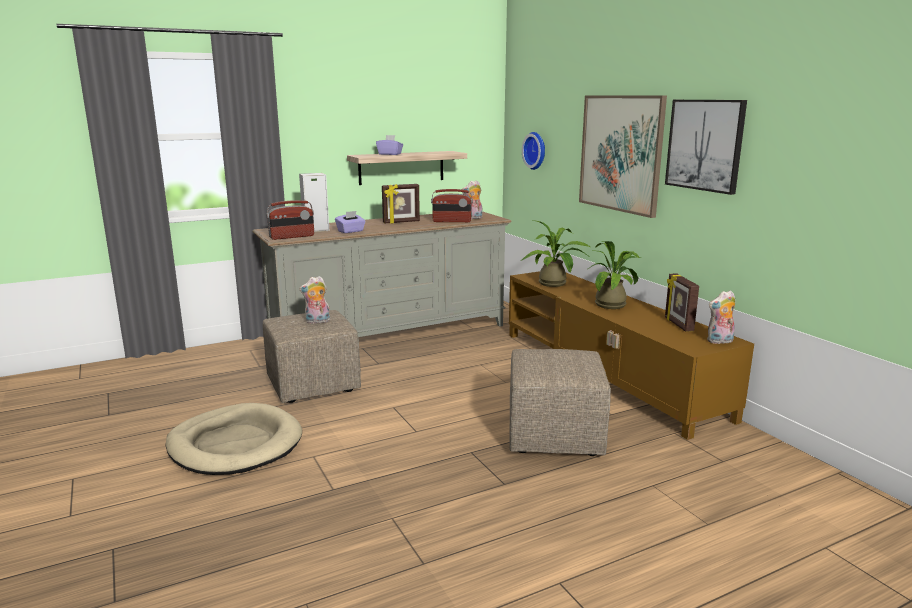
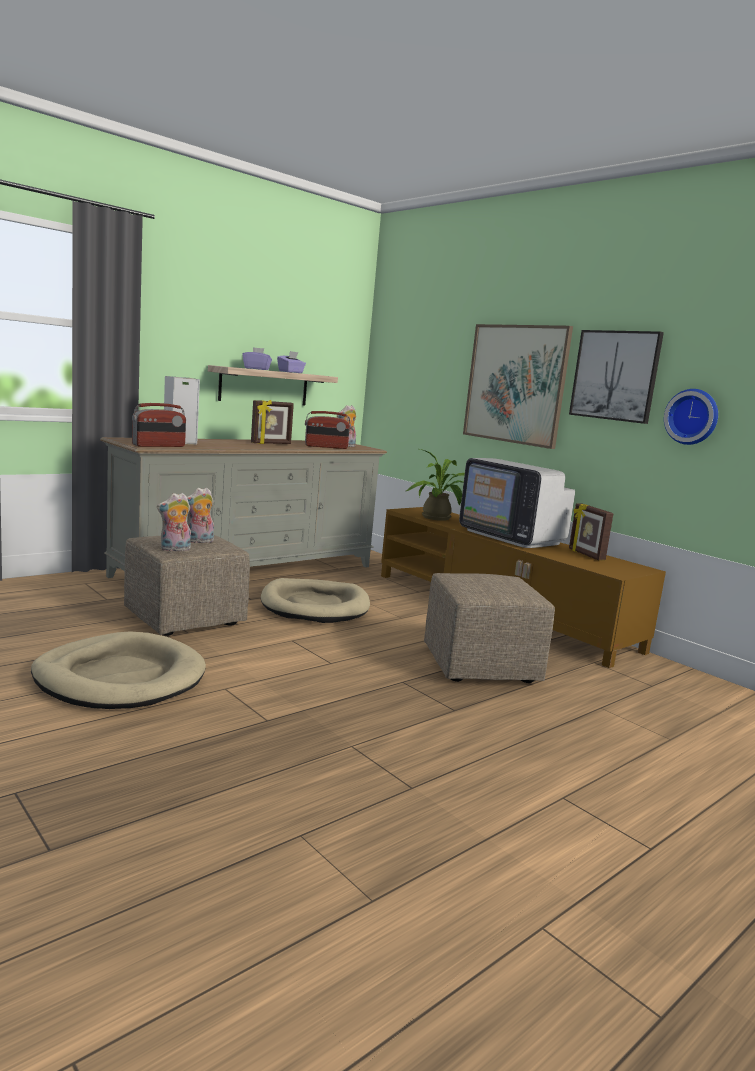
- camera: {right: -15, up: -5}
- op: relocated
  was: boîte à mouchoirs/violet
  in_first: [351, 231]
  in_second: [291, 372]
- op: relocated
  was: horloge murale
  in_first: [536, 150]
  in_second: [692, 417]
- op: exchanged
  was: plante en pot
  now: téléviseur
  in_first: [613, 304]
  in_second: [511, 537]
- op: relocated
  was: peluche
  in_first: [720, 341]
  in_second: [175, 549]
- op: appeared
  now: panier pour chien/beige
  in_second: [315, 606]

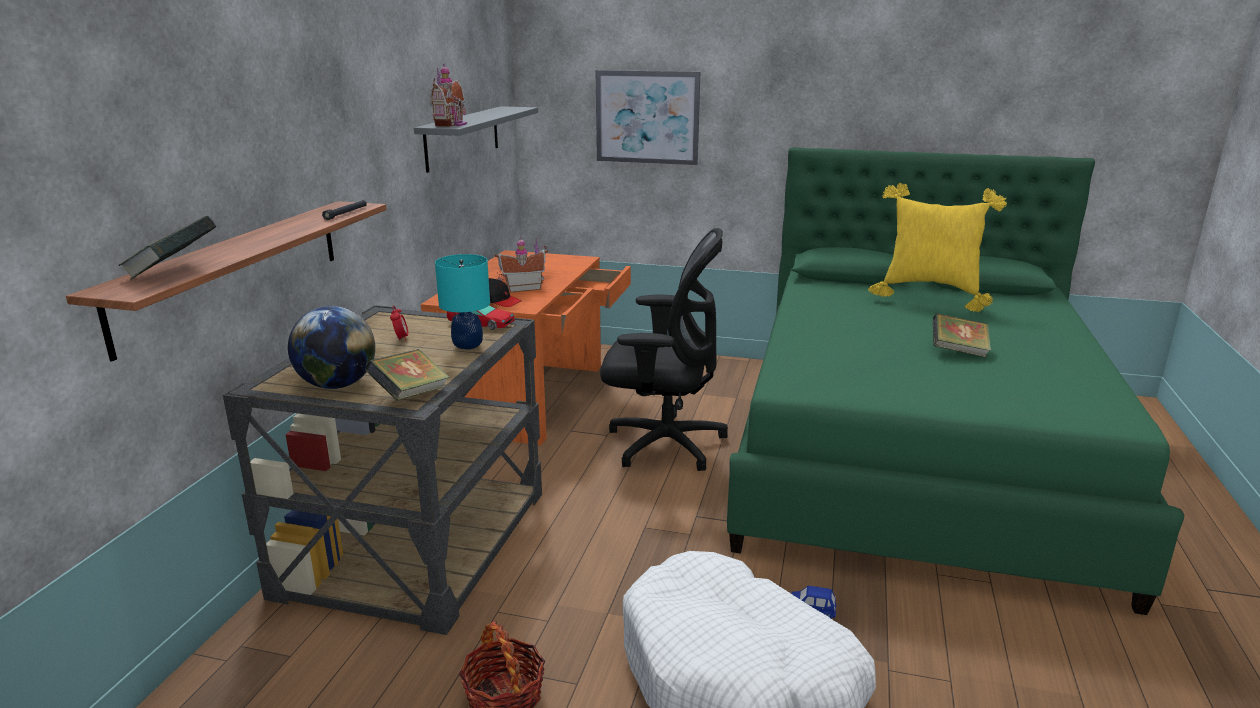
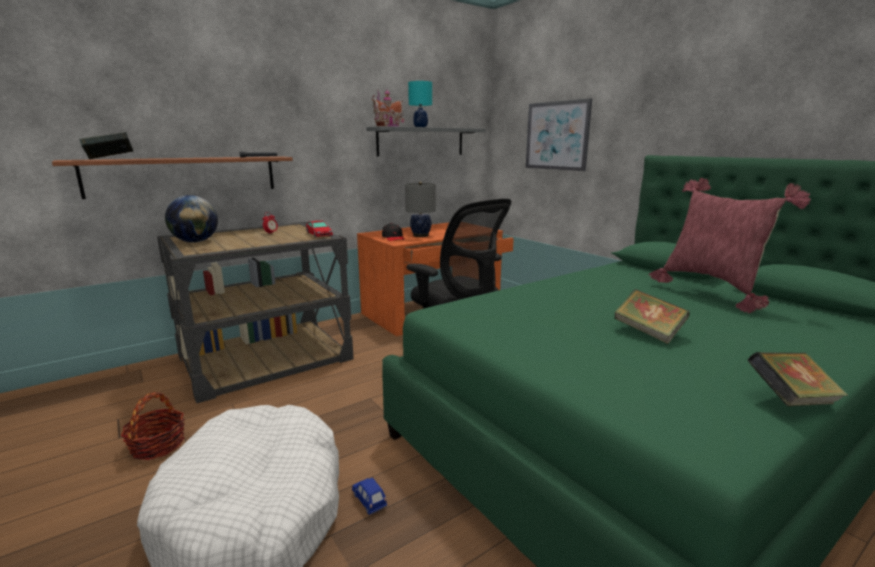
- camera: {right: 40, up: -5}
- op: relocated
  was: livre
  in_first: [410, 395]
  in_second: [790, 401]
- op: relocated
  was: lampe de table/turquoise
  in_first: [469, 346]
  in_second: [421, 127]
- op: exchanged
  was: maison miniature
  now: lampe de table/gris
  in_first: [522, 288]
  in_second: [420, 235]
- op: colour
  was: coussin/jaune
  now: coussin/rouge
  in_first: [928, 300]
  in_second: [711, 296]

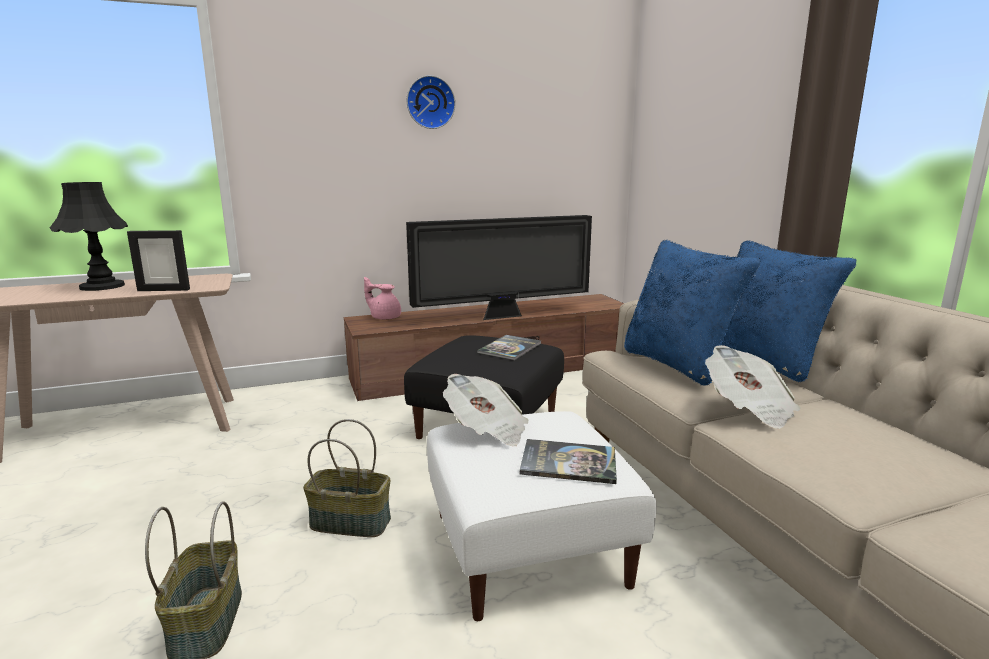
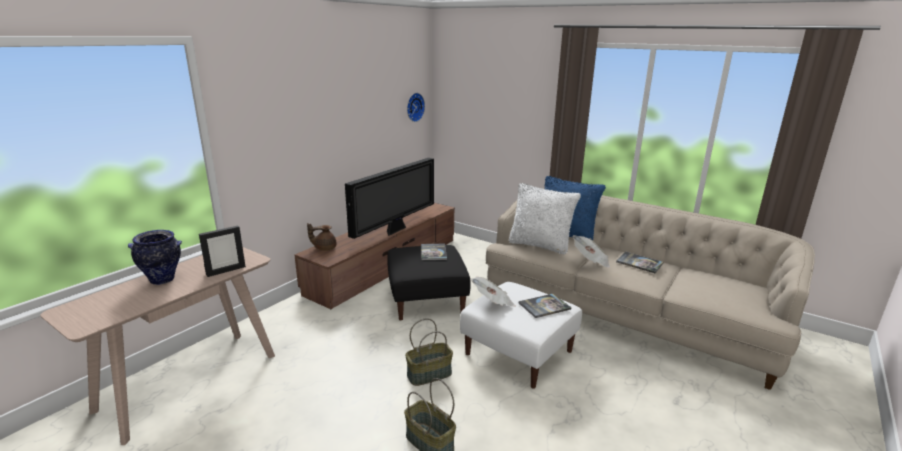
- camera: {right: -35, up: 5}
- op: exchanged
  was: lampe de table/noir
  now: vase
  in_first: [102, 286]
  in_second: [163, 280]
- op: colour
  was: théière/rose
  now: théière/marron
  in_first: [384, 317]
  in_second: [324, 248]
- op: relocated
  was: horloge murale
  in_first: [430, 102]
  in_second: [414, 107]
- op: colour
  was: coussin/bleu
  now: coussin/blanc
  in_first: [677, 367]
  in_second: [540, 246]
- op: appeared
  now: livre
  in_second: [639, 263]

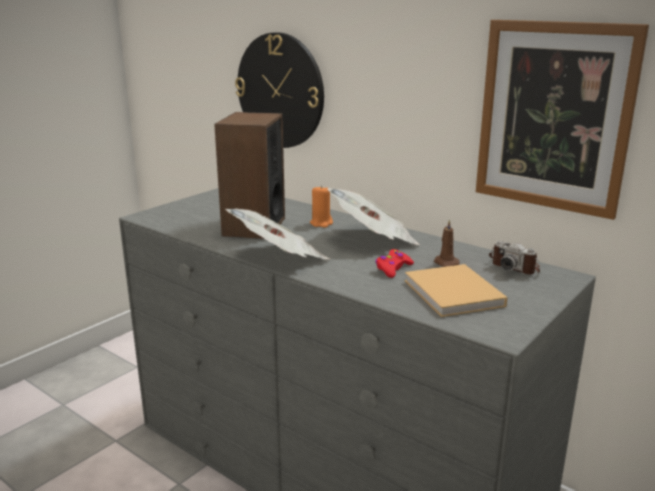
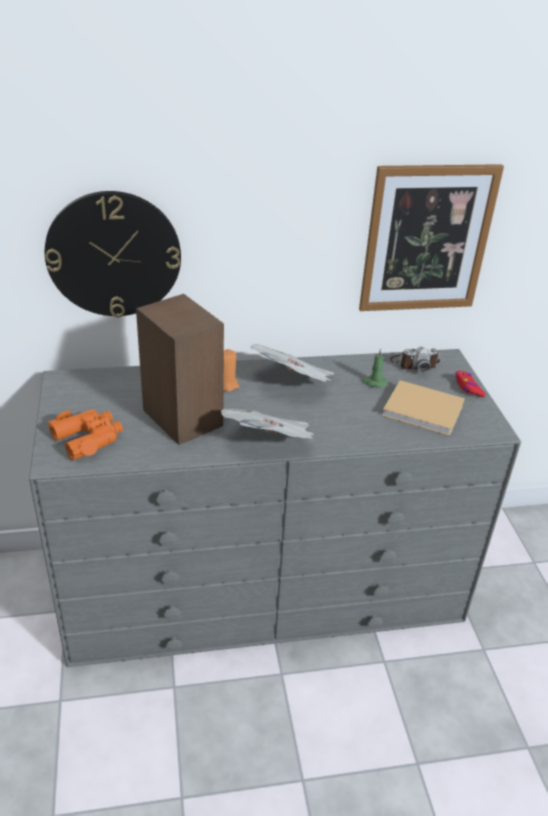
- camera: {right: -50, up: 15}
- op: relocated
  was: manette/rouge
  in_first: [393, 268]
  in_second: [468, 387]
- op: colour
  was: bougie/marron
  now: bougie/vert
  in_first: [445, 262]
  in_second: [374, 382]
- op: appeared
  now: jumelles/orange
  in_second: [88, 438]

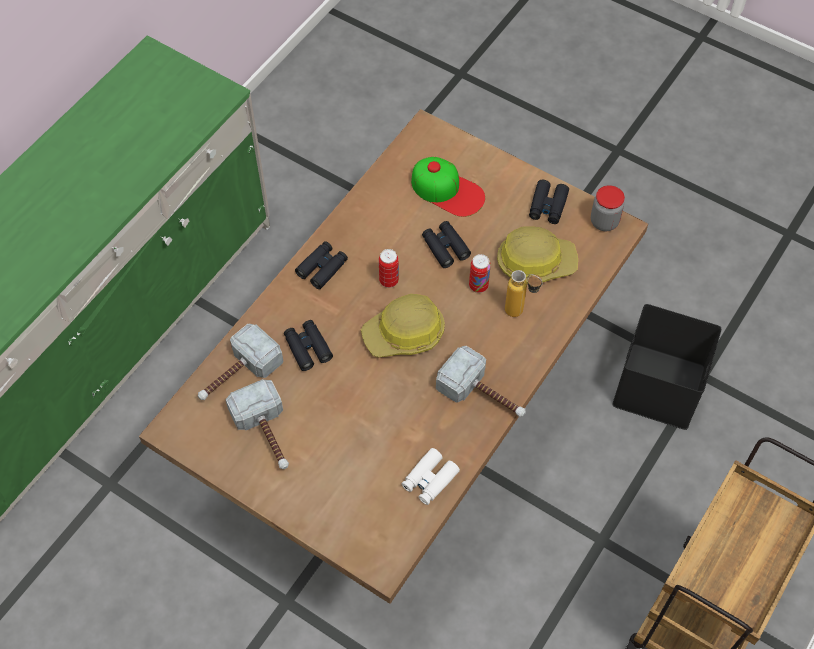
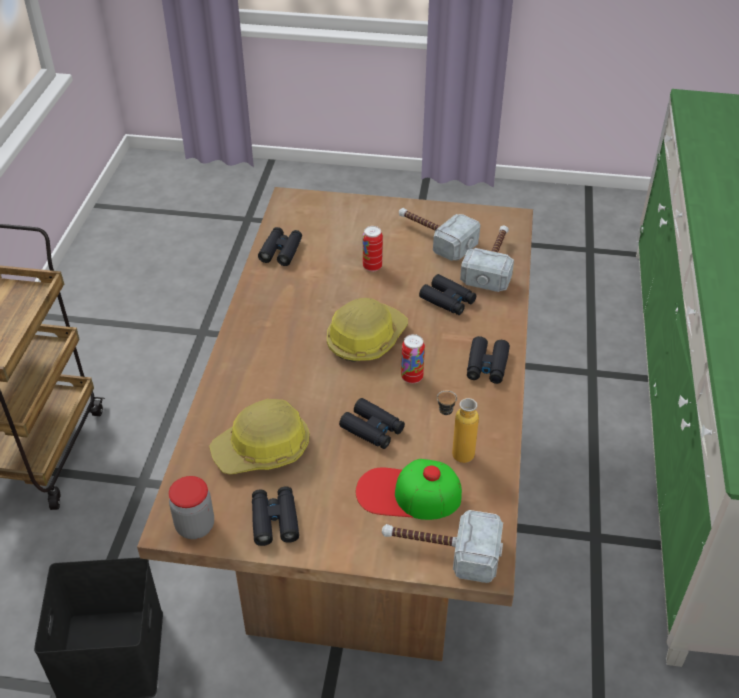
- camera: {right: 155, up: -15}
- op: colour
  was: jumelles/blanc
  now: jumelles/noir
  in_first: [429, 480]
  in_second: [281, 251]
- op: relocated
  was: marteau
  in_first: [483, 395]
  in_second: [440, 550]
- op: relocated
  was: boîte métallique
  in_first: [478, 286]
  in_second: [372, 267]
- op: relocated
  was: bouteille
  in_first: [520, 313]
  in_second: [453, 454]

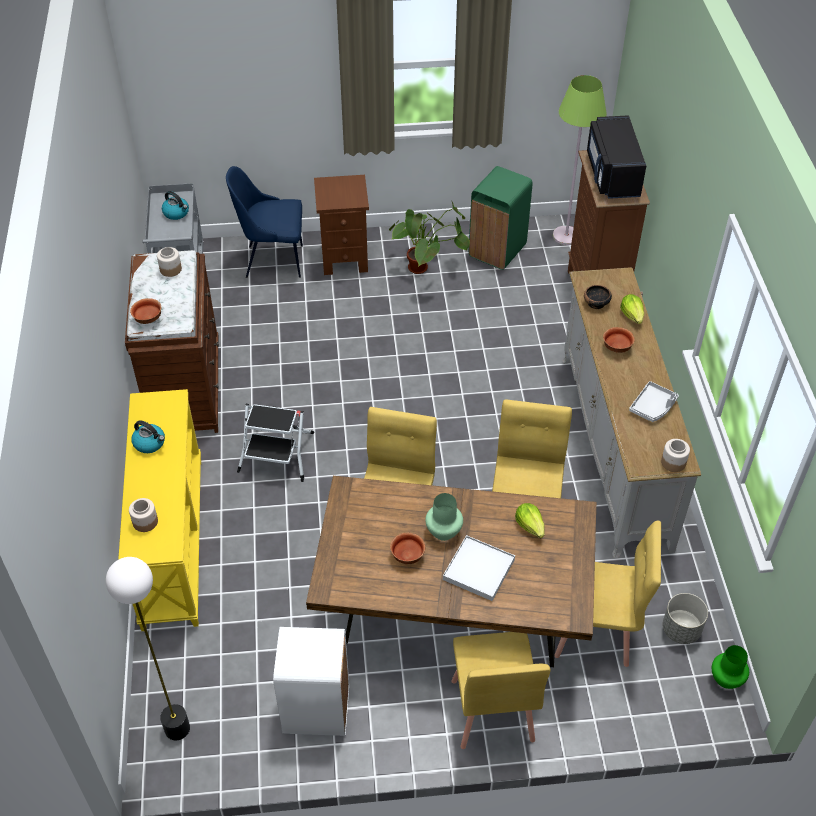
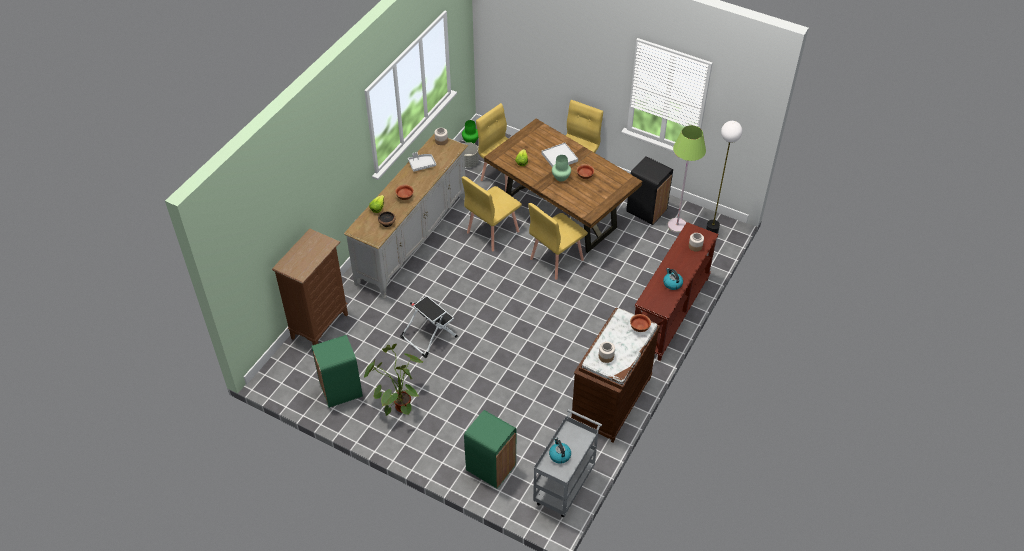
- camera: {right: -145, up: 0}
- op: colour
  was: table console/jaune
  now: table console/marron
  in_first: [171, 541]
  in_second: [670, 313]
- op: exchanged
  was: chaise/bleu
  now: poubelle/vert
  in_first: [274, 262]
  in_second: [491, 468]
- op: relocated
  was: escabeau
  in_first: [277, 453]
  in_second: [429, 335]
- op: colour
  was: poubelle/blanc
  now: poubelle/noir
  in_first: [316, 709]
  in_second: [646, 211]
- op: missing
  was: table de chevet/marron
  in_first: [345, 259]
- op: relocated
  was: lampadaire/vert
  in_first: [566, 236]
  in_second: [677, 225]
- op: missing
  was: micro-ondes/noir
  in_first: [612, 174]

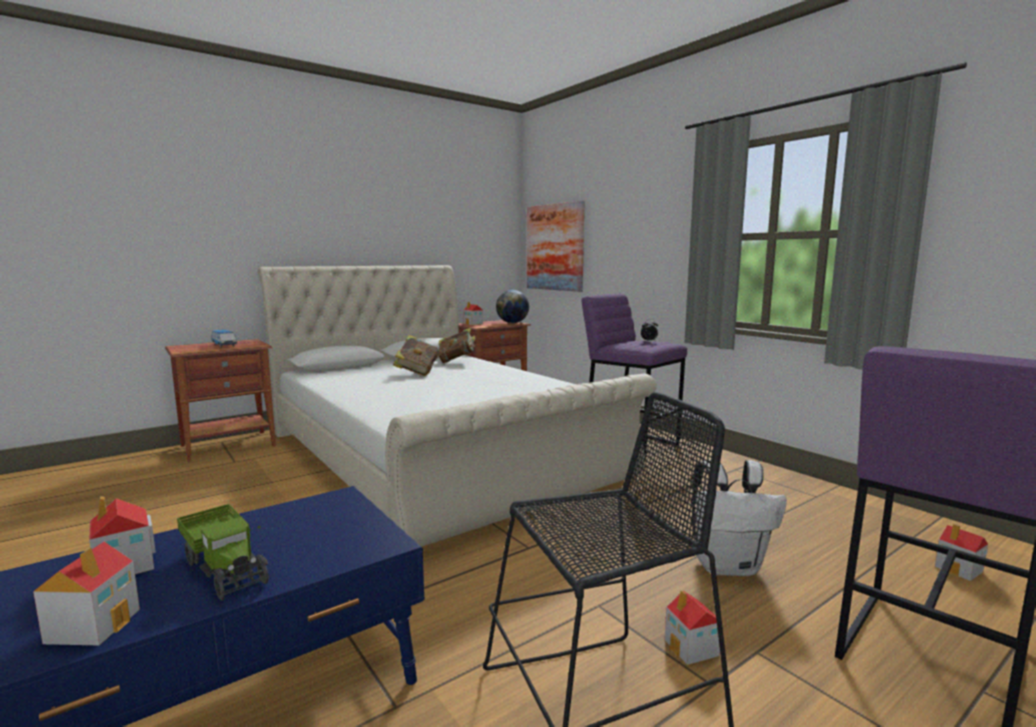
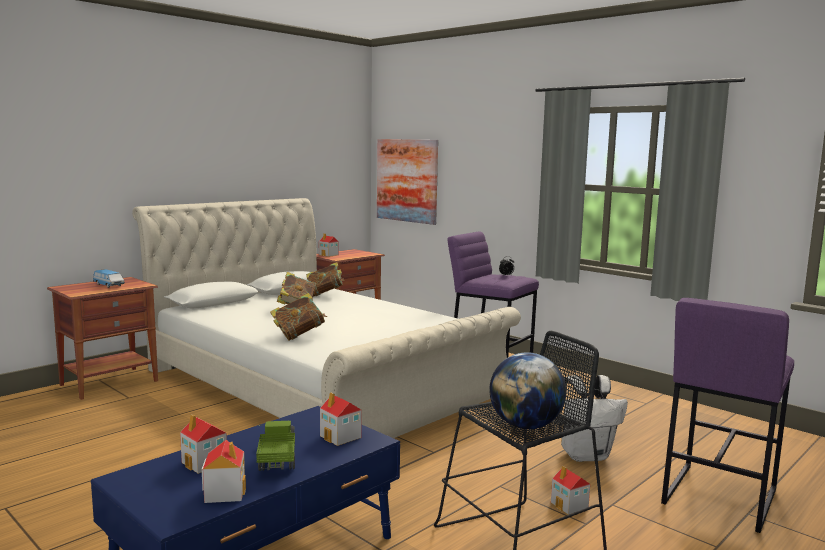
- camera: {right: -10, up: 0}
- op: spun
  was: camion jouet
  in_first: [226, 567]
  in_second: [277, 459]
  clockwise: -135
- op: relocated
  was: globe
  in_first: [512, 323]
  in_second: [525, 426]
- op: relocated
  was: maison miniature
  in_first: [959, 569]
  in_second: [341, 437]
- op: appeared
  now: livre
  in_second: [299, 335]

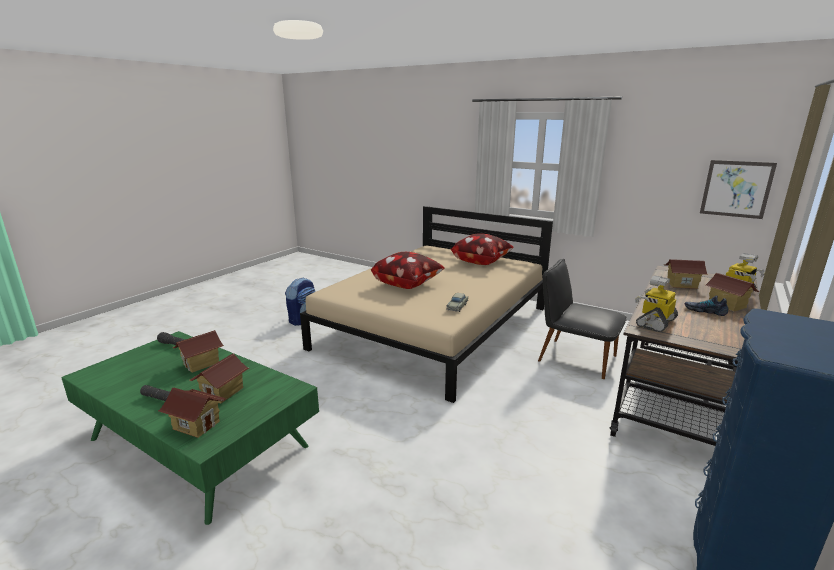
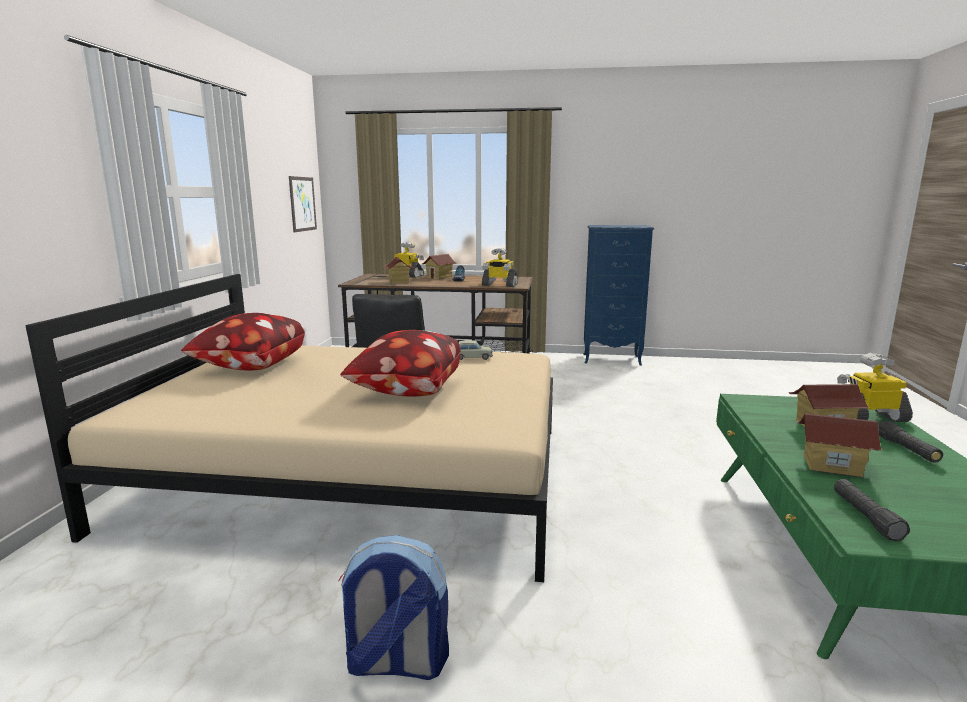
- camera: {right: -115, up: -5}
- op: exchanged
  was: maison miniature
  now: robot jouet
  in_first: [196, 425]
  in_second: [869, 417]

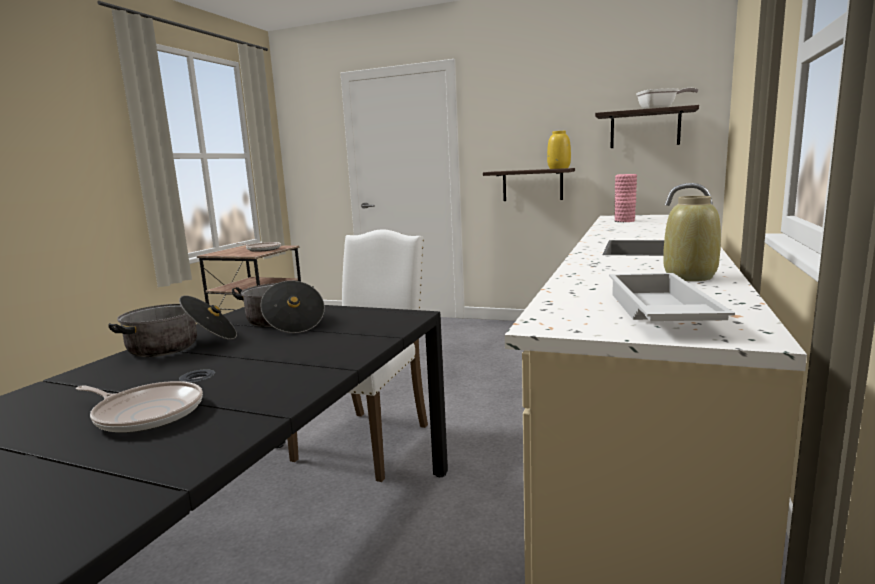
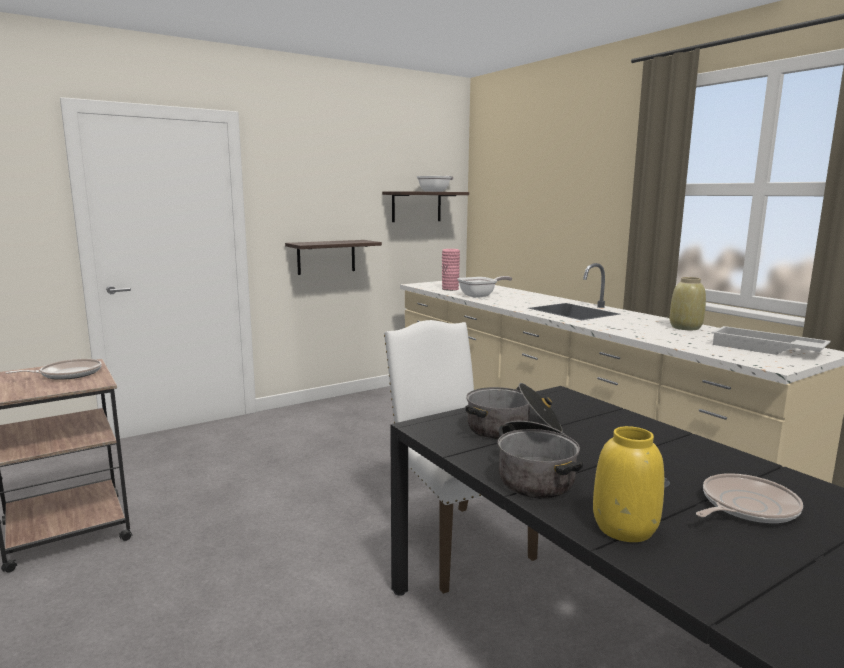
- camera: {right: -55, up: 0}
- op: relocated
  was: vase/jaune
  in_first: [559, 168]
  in_second: [624, 528]
- op: appeared
  now: poêle
  in_second: [480, 295]

